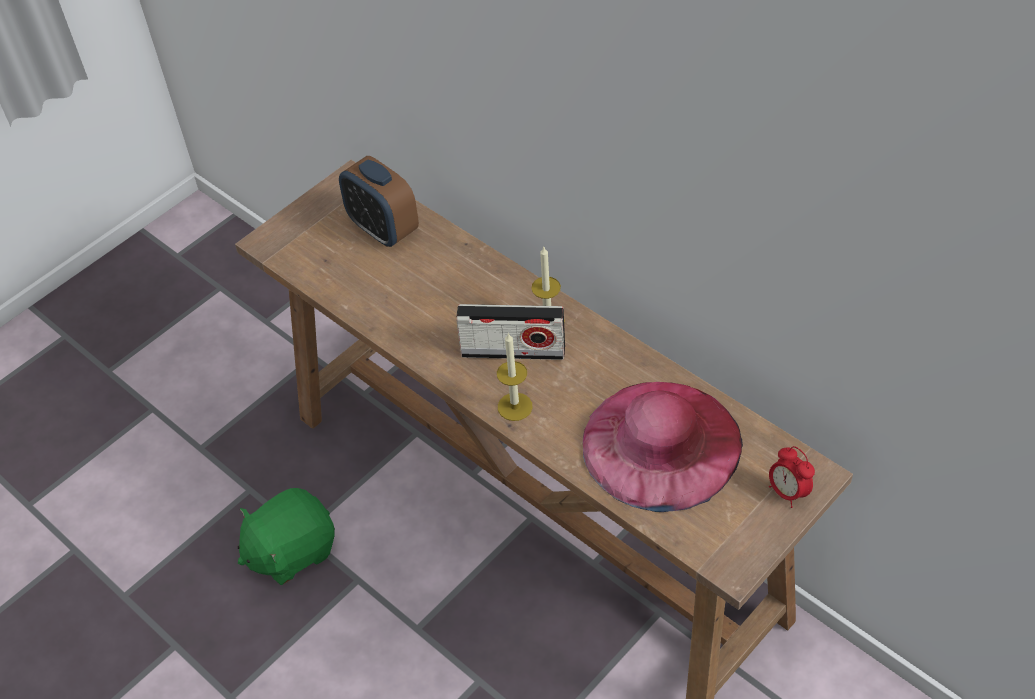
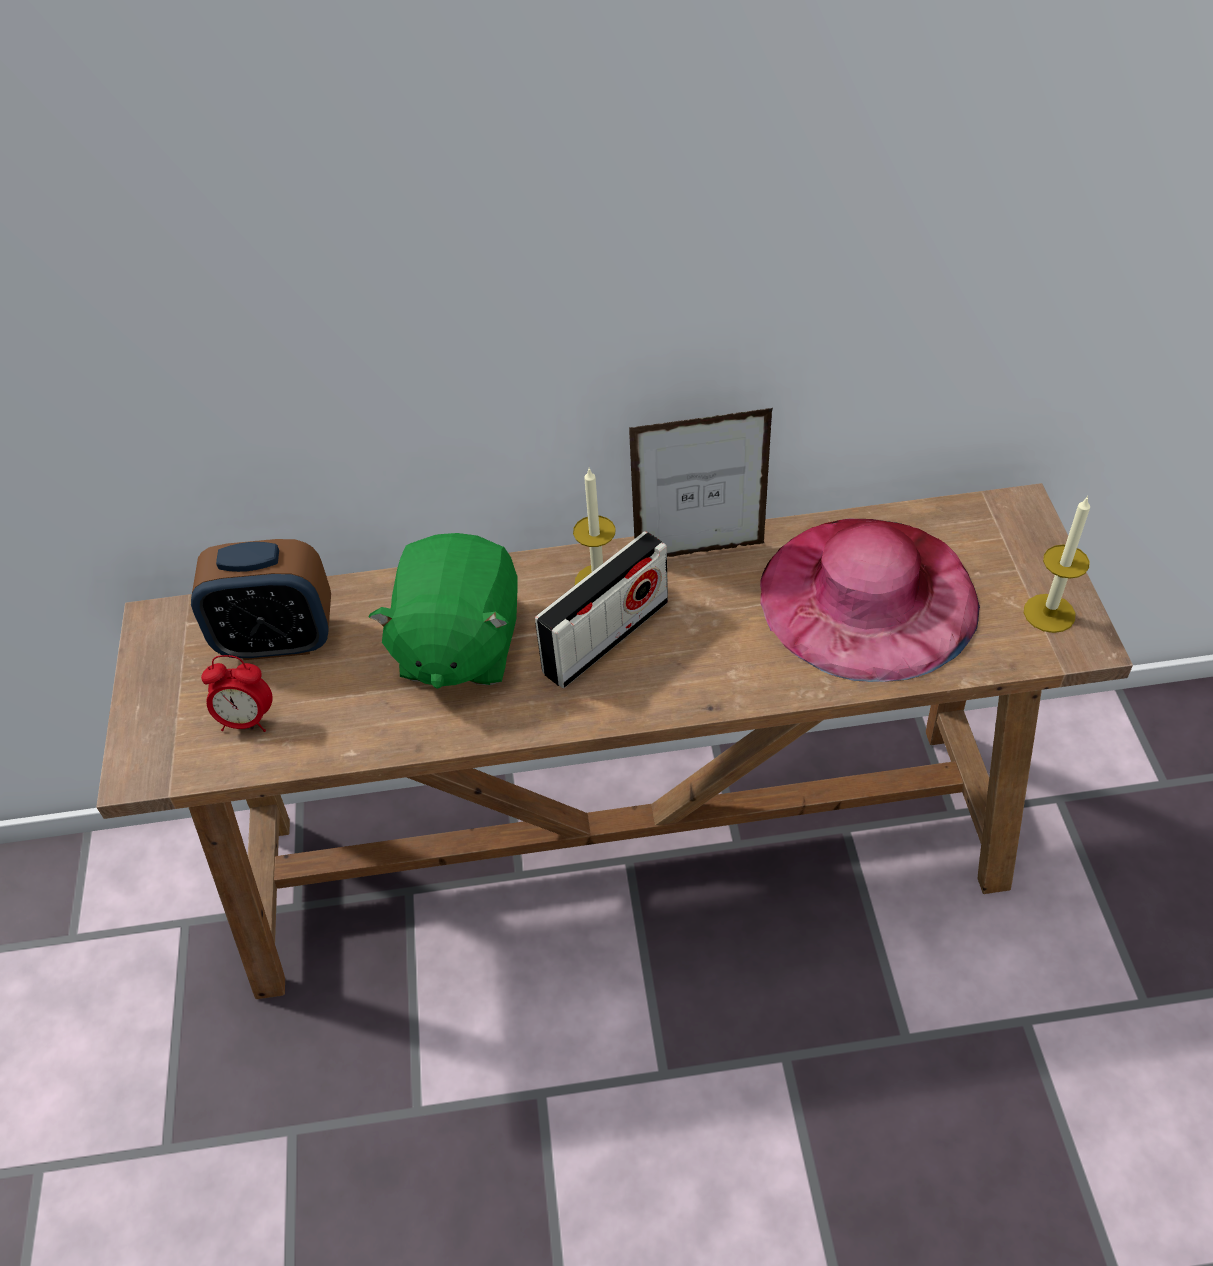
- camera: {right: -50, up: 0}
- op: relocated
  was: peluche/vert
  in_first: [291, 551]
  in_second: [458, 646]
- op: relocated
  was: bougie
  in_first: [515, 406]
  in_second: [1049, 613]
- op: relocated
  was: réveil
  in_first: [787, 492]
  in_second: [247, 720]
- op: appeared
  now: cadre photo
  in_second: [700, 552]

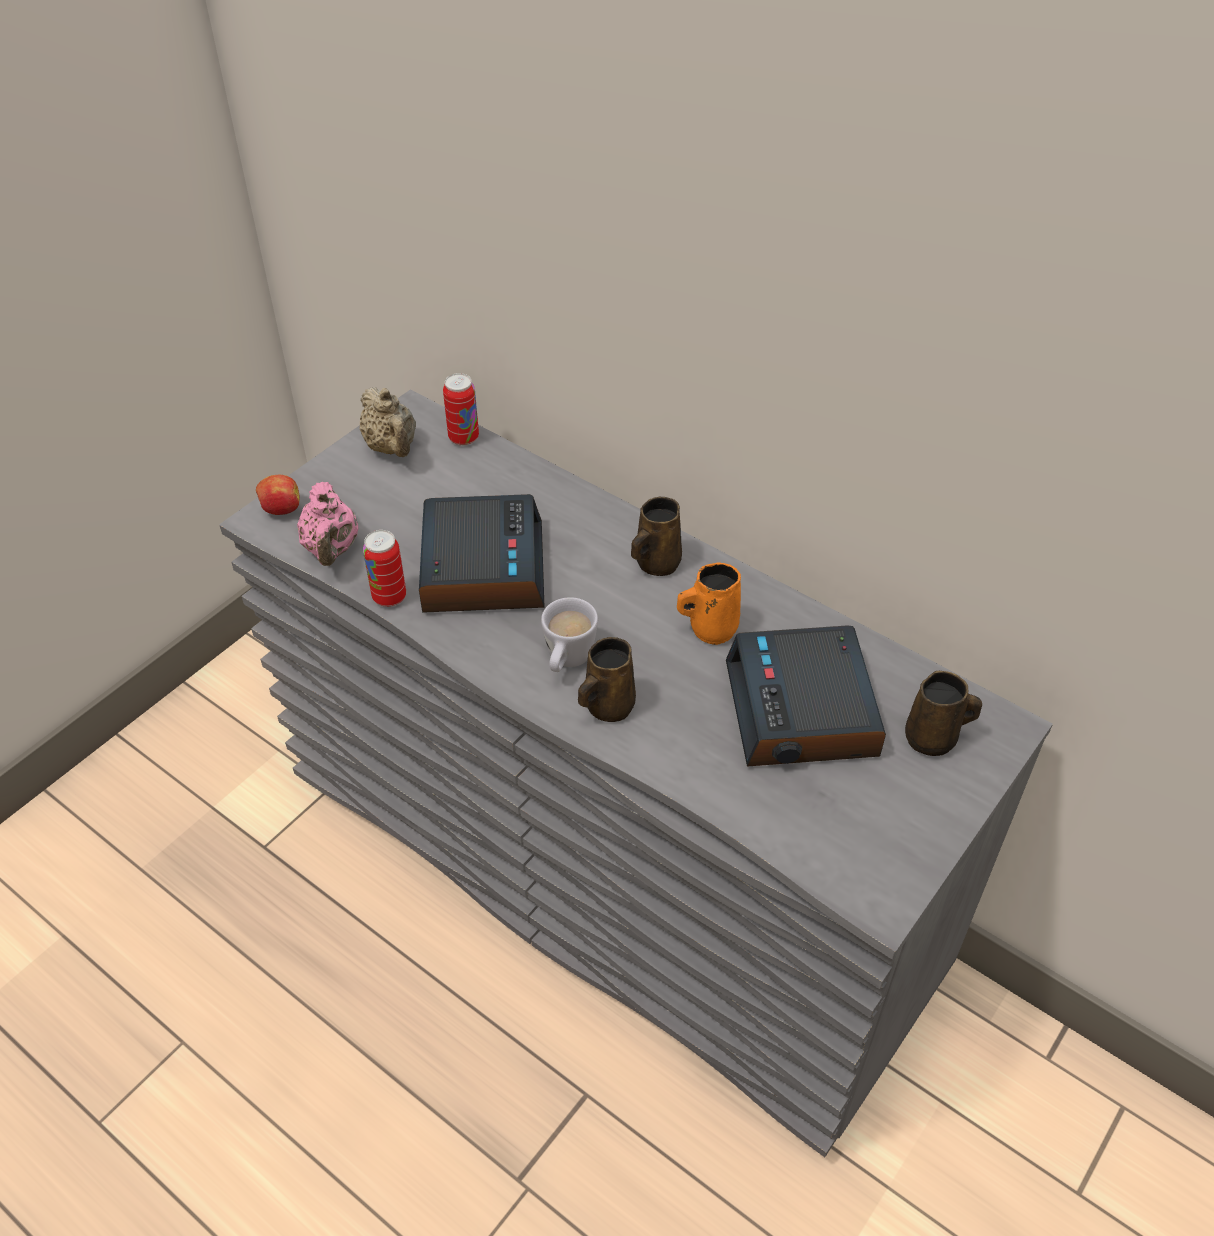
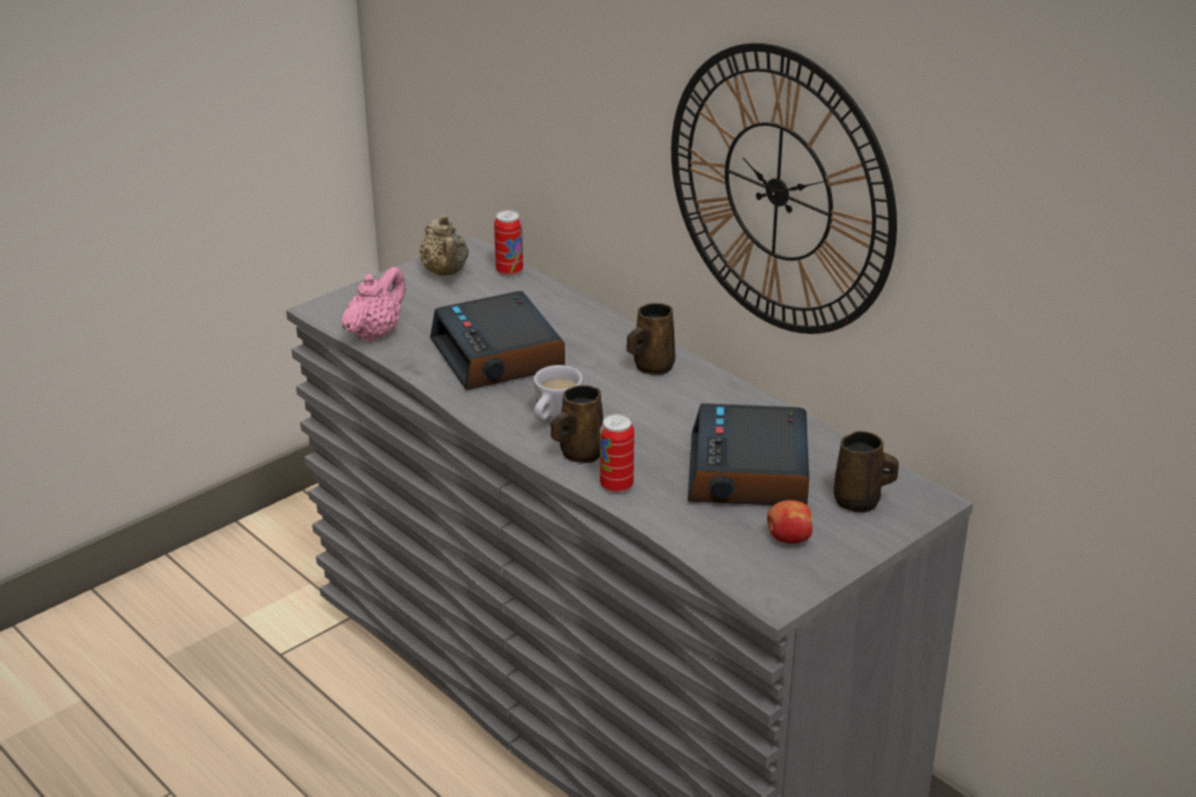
- camera: {right: 10, up: -15}
- op: relocated
  was: pomme
  in_first: [281, 509]
  in_second: [788, 539]
- op: spun
  was: théière/rose
  in_first: [332, 549]
  in_second: [375, 333]
  clockwise: -150
- op: relocated
  was: boîte métallique
  in_first: [389, 597]
  in_second: [616, 486]
- op: spun
  was: réveil
  in_first: [481, 567]
  in_second: [499, 355]
  clockwise: 150
- op: missing
  was: mug/orange
  in_first: [710, 629]
- op: appeared
  now: horloge murale
  in_second: [778, 191]

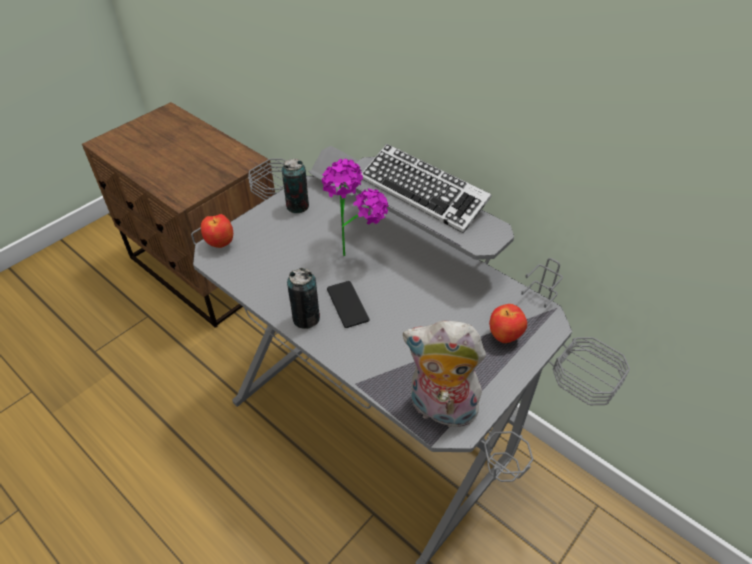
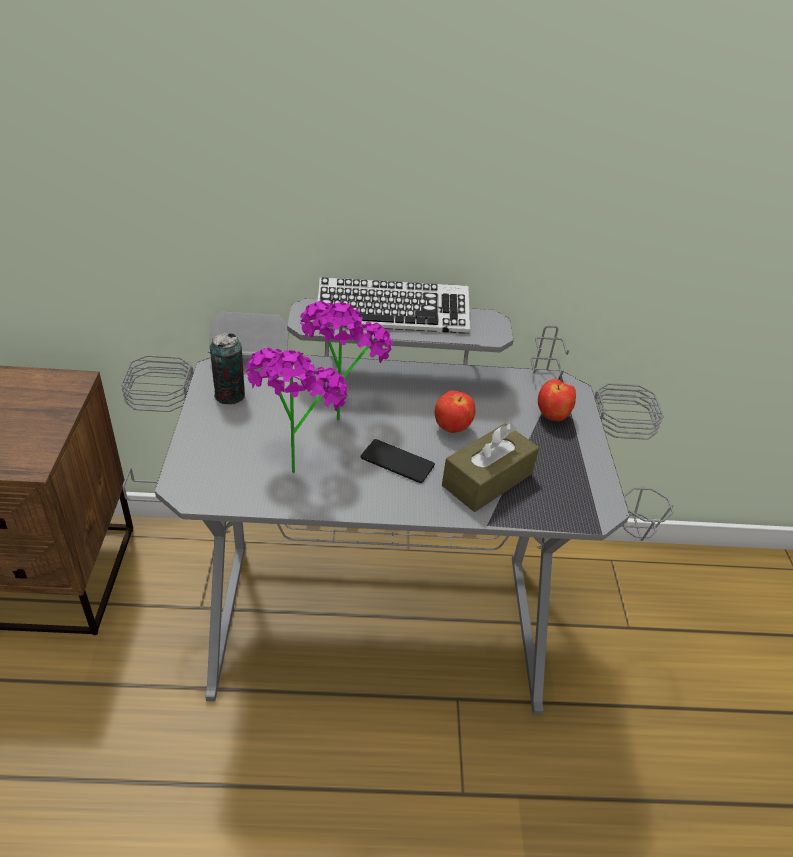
- camera: {right: -45, up: -5}
- op: relocated
  was: pomme
  in_first: [221, 244]
  in_second: [452, 428]
- op: missing
  was: boîte métallique
  in_first: [306, 318]
- op: missing
  was: peluche
  in_first: [440, 409]
- op: appeared
  now: plante en pot
  in_second: [294, 459]
- op: appeared
  now: boîte à mouchoirs/marron
  in_second: [487, 479]

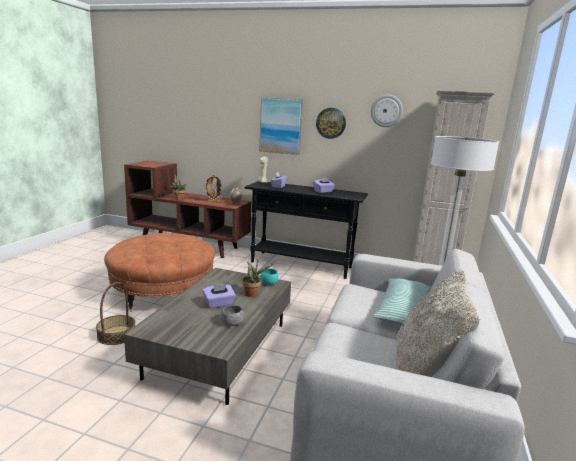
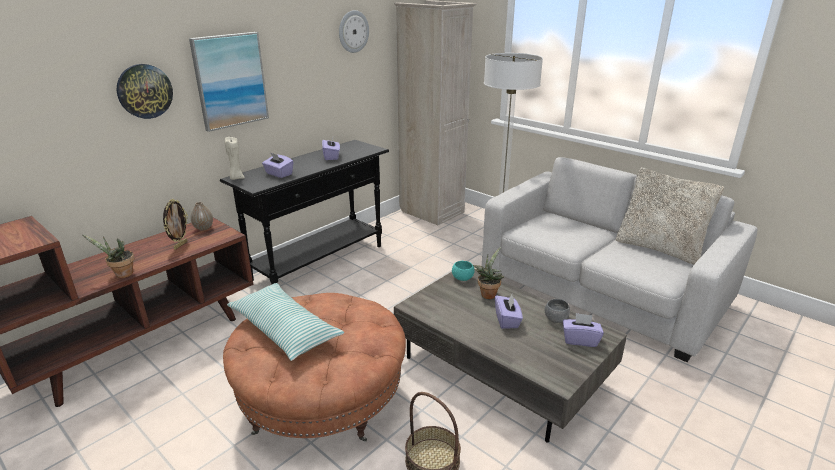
- camera: {right: -65, up: 10}
- op: relocated
  was: horloge murale
  in_first: [331, 123]
  in_second: [144, 91]
- op: relocated
  was: coussin
  in_first: [402, 311]
  in_second: [285, 329]
- op: appeared
  now: boîte à mouchoirs/violet
  in_second: [580, 340]

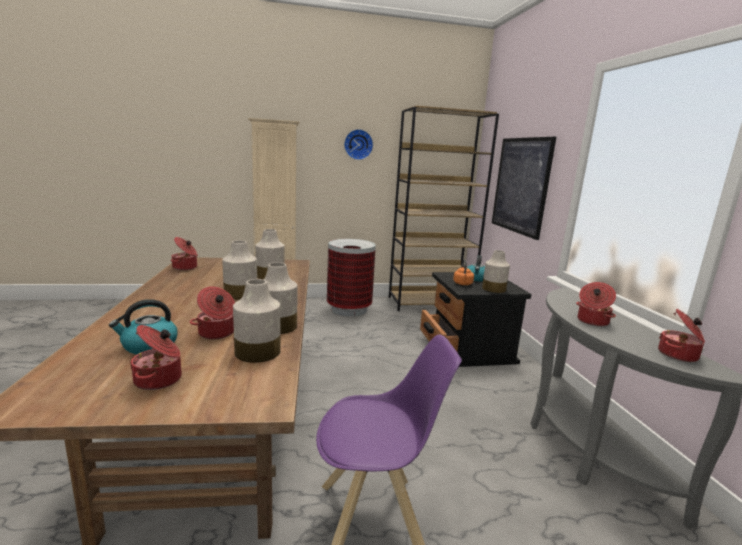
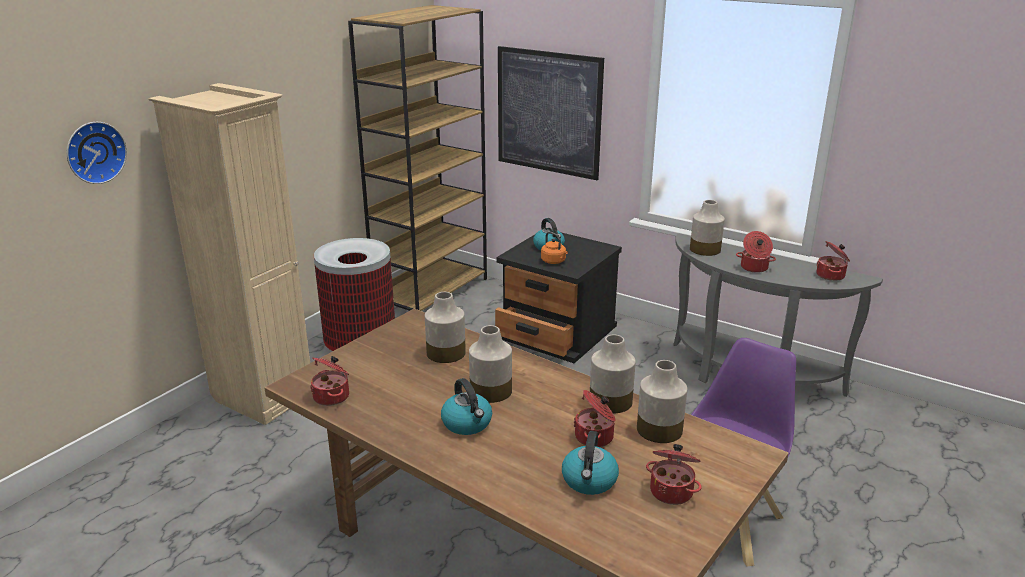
- camera: {right: -45, up: 10}
- op: relocated
  was: horloge murale
  in_first: [358, 144]
  in_second: [94, 152]
- op: relocated
  was: vase/beige
  in_first: [493, 289]
  in_second: [704, 249]
- op: appeared
  now: bouilloire
  in_second: [467, 423]

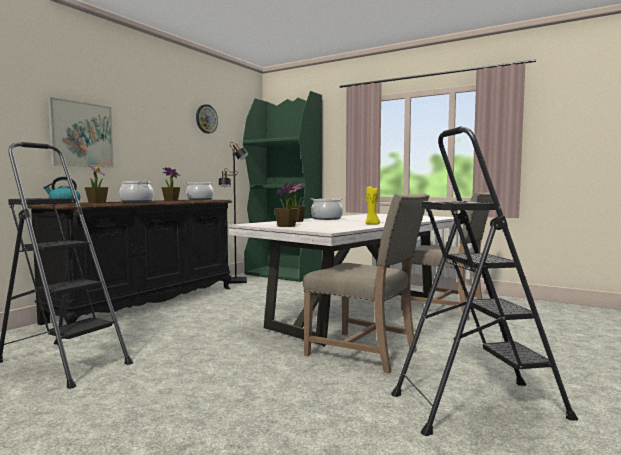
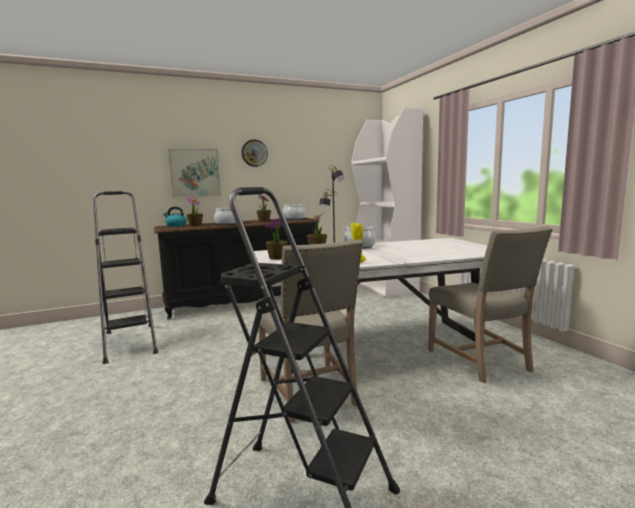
- camera: {right: 35, up: 5}
- op: relocated
  was: horloge murale
  in_first: [206, 119]
  in_second: [254, 153]
- op: colour
  was: bibliothèque/vert
  now: bibliothèque/blanc
  in_first: [283, 274]
  in_second: [385, 287]

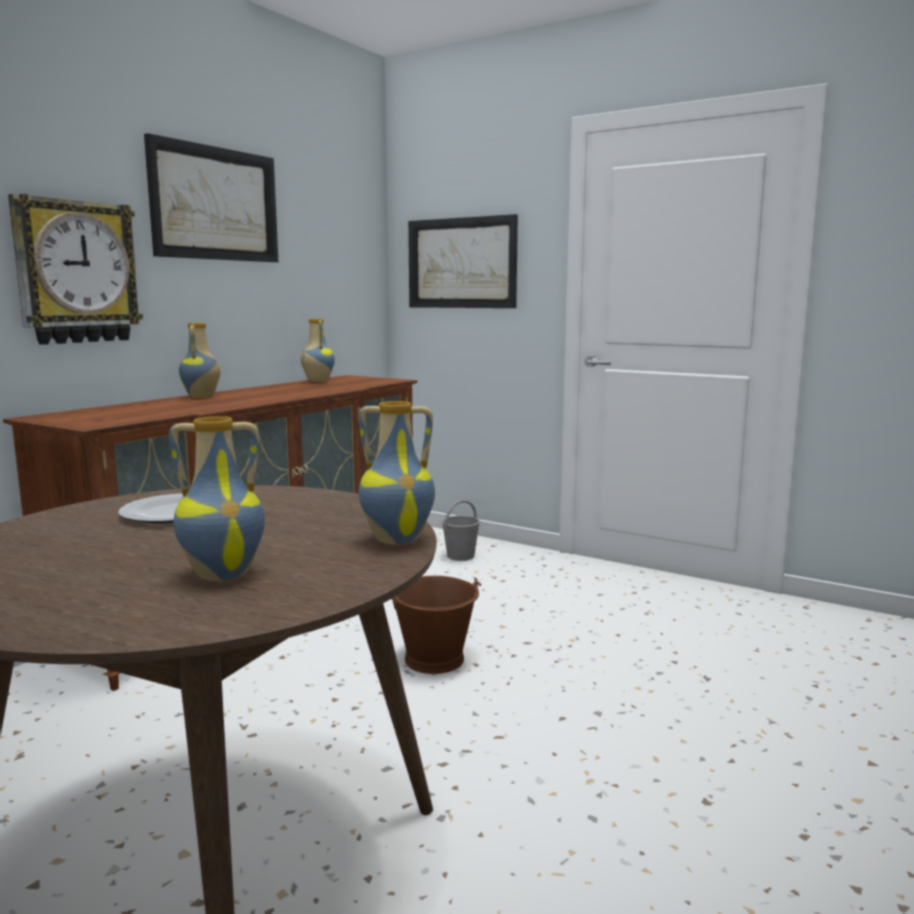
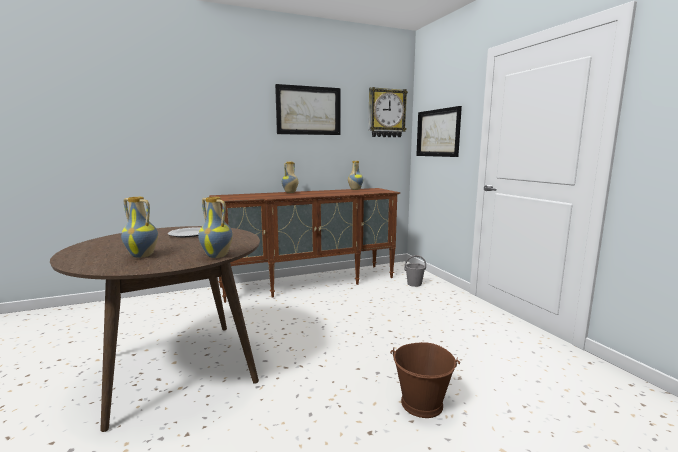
- camera: {right: 35, up: 0}
- op: relocated
  was: horloge murale
  in_first: [76, 272]
  in_second: [386, 113]
- op: relocated
  was: seau/marron
  in_first: [435, 660]
  in_second: [422, 404]

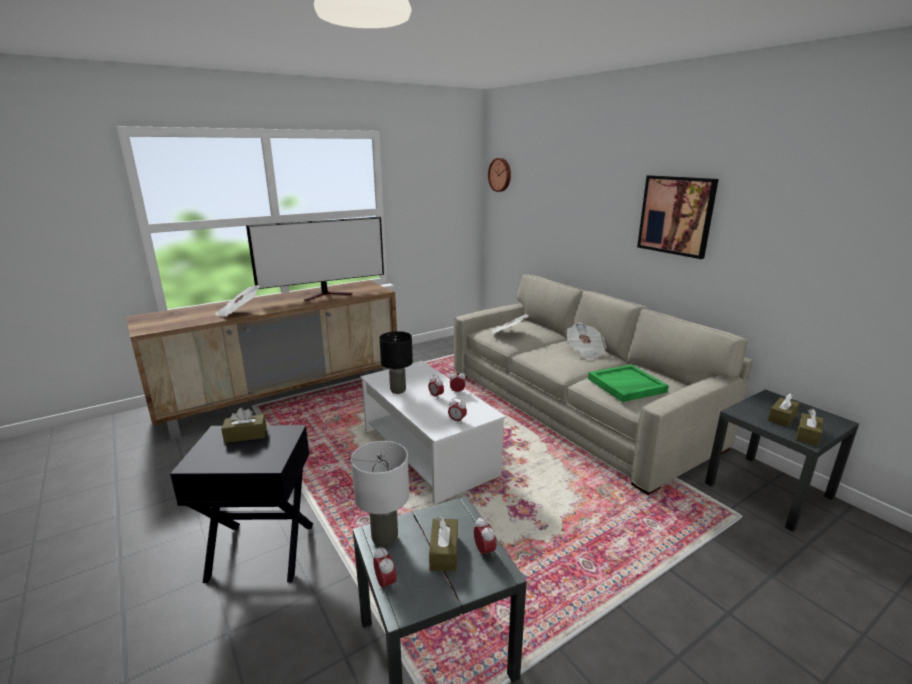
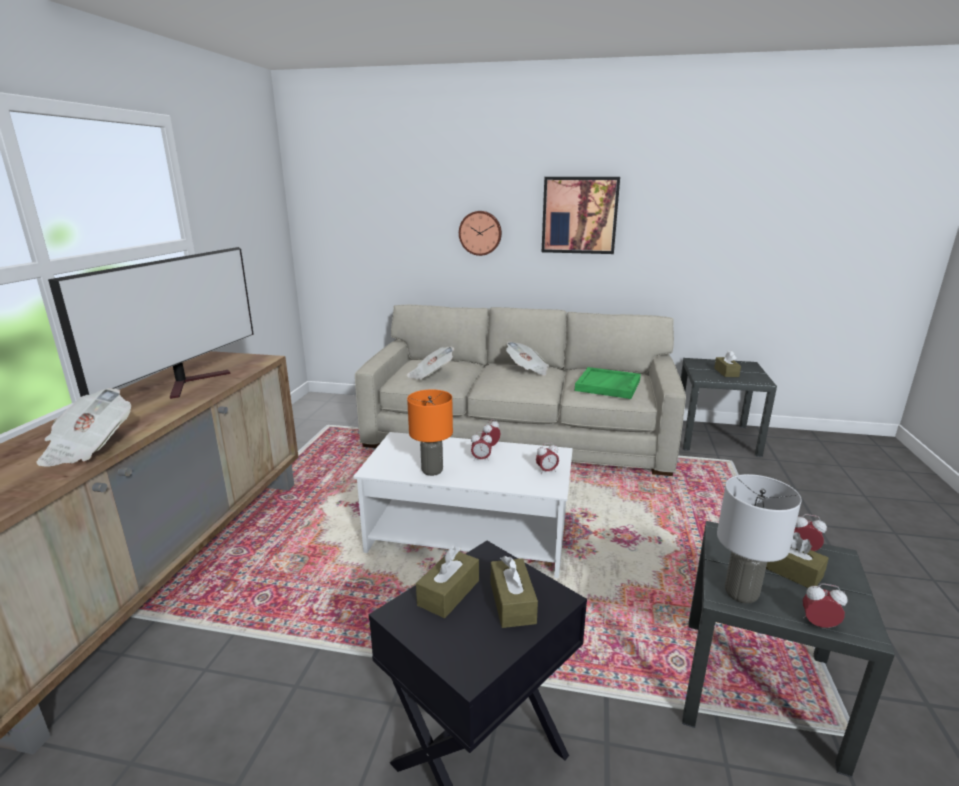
- camera: {right: -45, up: 0}
- op: colour
  was: lampe de table/noir
  now: lampe de table/orange
  in_first: [398, 391]
  in_second: [433, 471]
- op: relocated
  was: horloge murale
  in_first: [500, 175]
  in_second: [480, 233]
- op: relocated
  was: boîte à mouchoirs/marron
  in_first: [807, 435]
  in_second: [512, 602]

